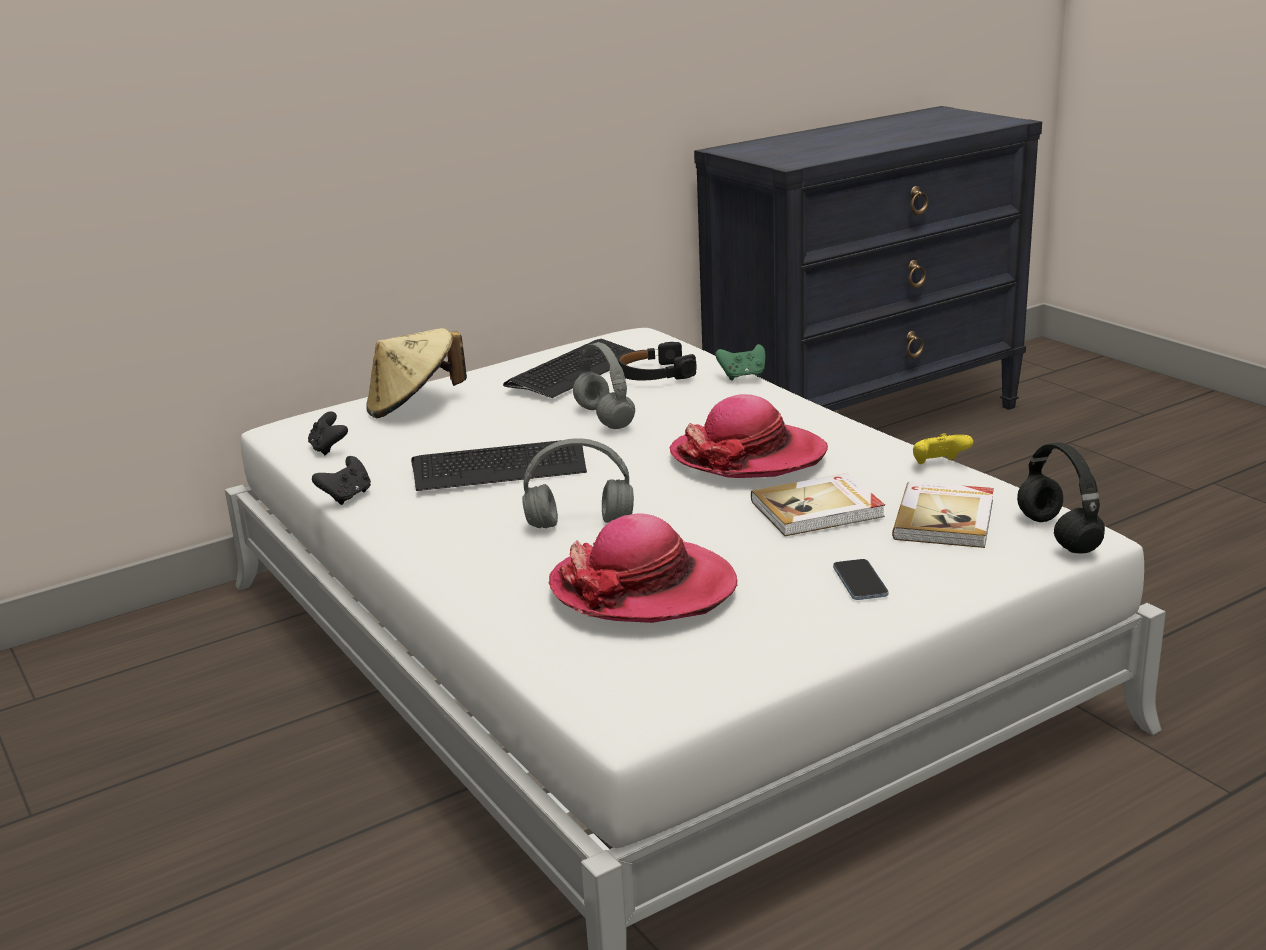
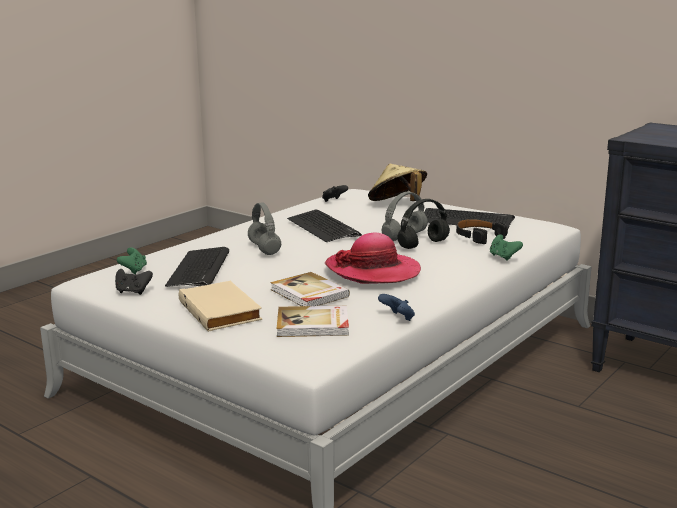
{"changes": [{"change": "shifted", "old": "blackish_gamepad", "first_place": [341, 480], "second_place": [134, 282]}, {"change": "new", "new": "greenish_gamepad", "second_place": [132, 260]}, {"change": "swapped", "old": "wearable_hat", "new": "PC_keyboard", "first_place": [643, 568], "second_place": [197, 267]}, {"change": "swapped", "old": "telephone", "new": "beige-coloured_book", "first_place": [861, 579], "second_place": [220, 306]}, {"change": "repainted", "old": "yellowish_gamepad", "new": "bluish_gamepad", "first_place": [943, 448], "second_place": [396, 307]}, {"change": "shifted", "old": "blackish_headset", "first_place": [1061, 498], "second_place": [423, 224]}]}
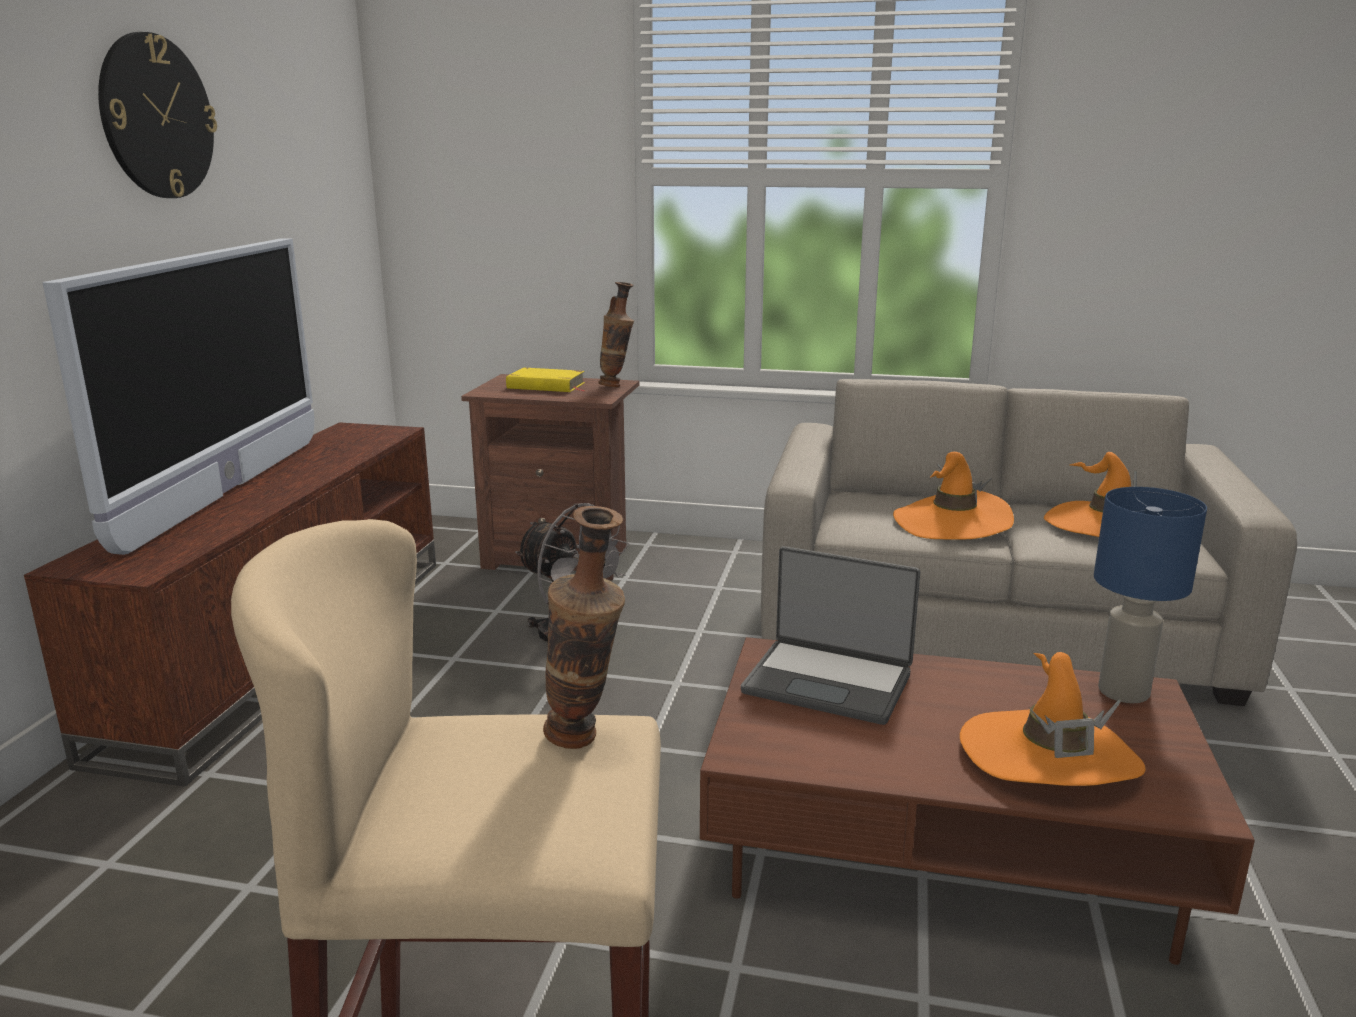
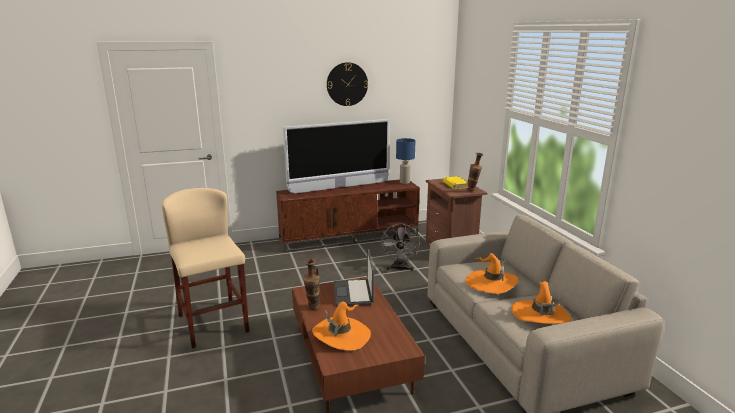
{"changes": [{"change": "shifted", "old": "flower_vase", "first_place": [584, 627], "second_place": [311, 284]}, {"change": "shifted", "old": "bluish_lamp_for_a_table", "first_place": [1150, 595], "second_place": [405, 161]}]}
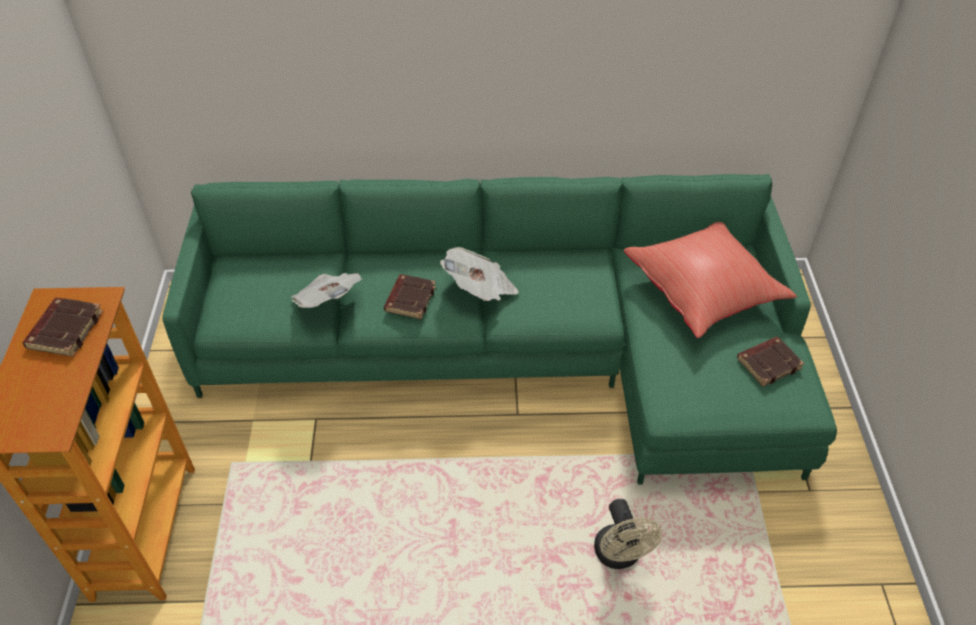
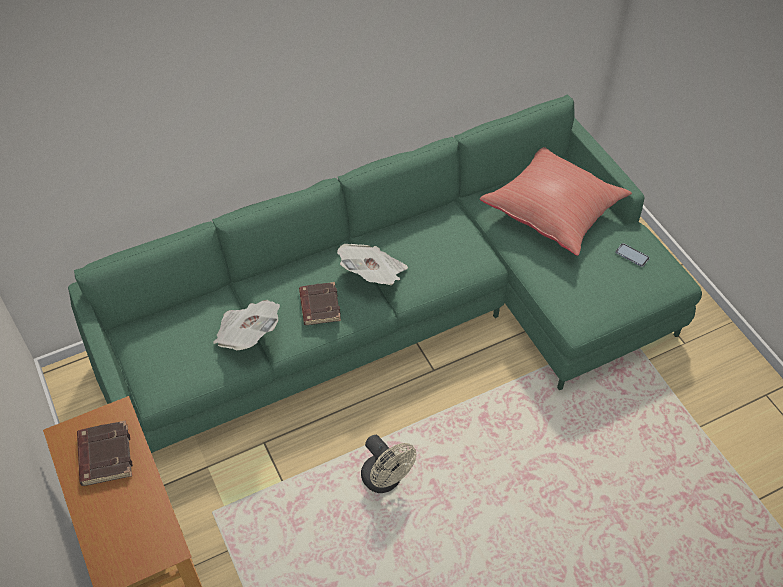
{"changes": [{"change": "shifted", "old": "beige-coloured_cooling_fan", "first_place": [628, 534], "second_place": [388, 464]}, {"change": "swapped", "old": "brown_book", "new": "telephone", "first_place": [770, 362], "second_place": [632, 255]}]}
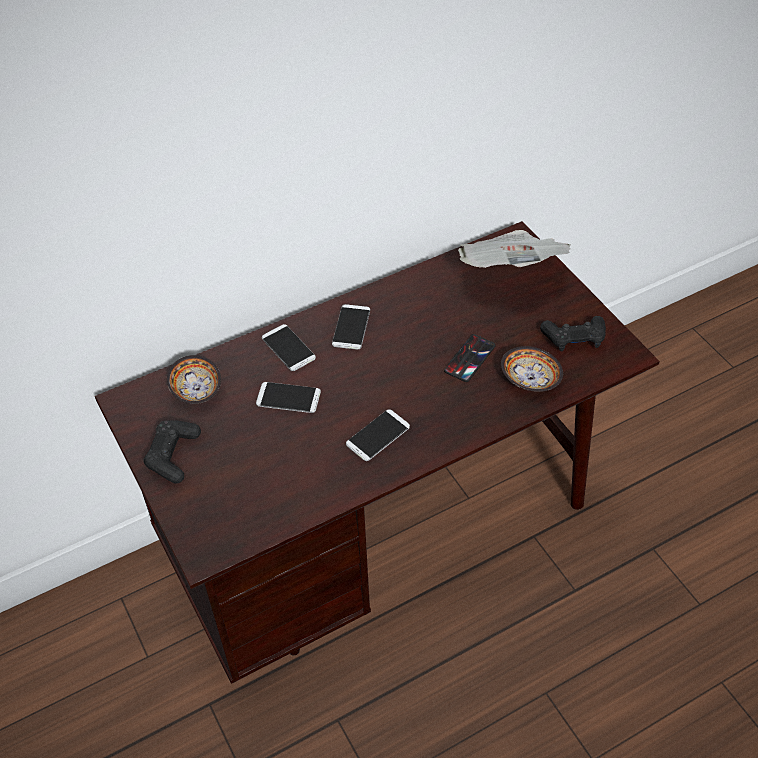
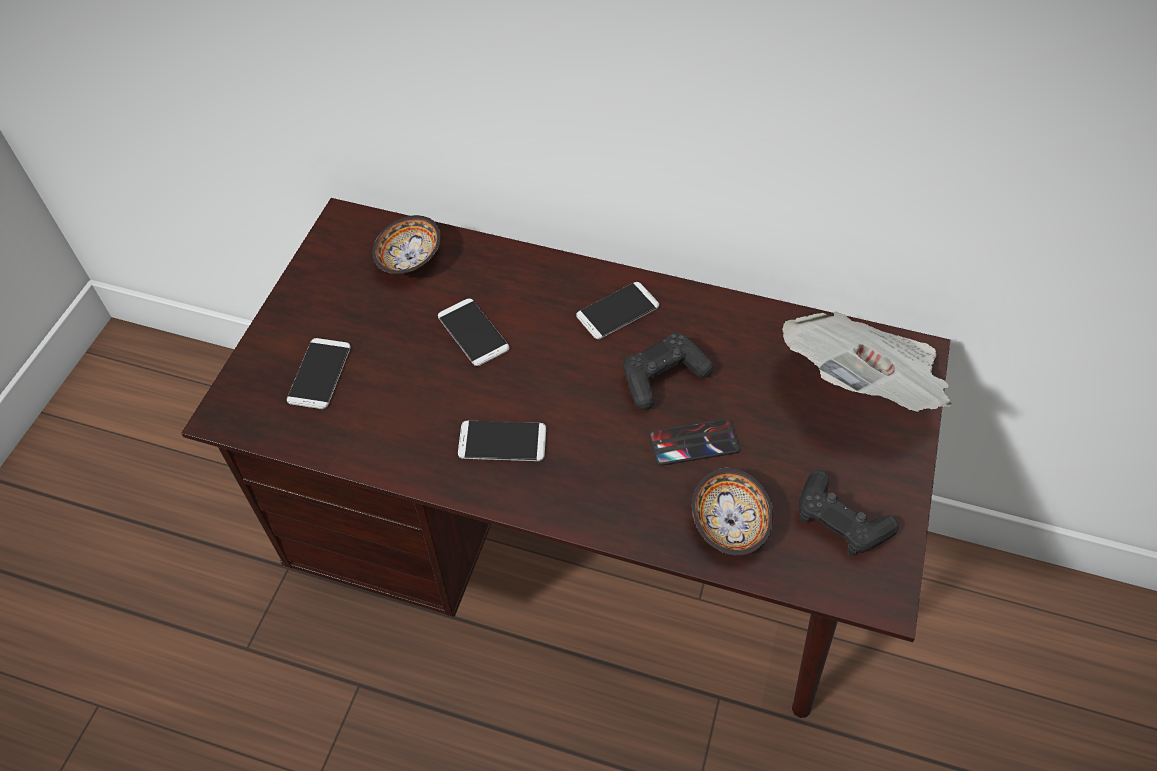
{"changes": [{"change": "shifted", "old": "telephone", "first_place": [289, 347], "second_place": [319, 373]}, {"change": "shifted", "old": "blackish_gamepad", "first_place": [172, 452], "second_place": [668, 371]}]}
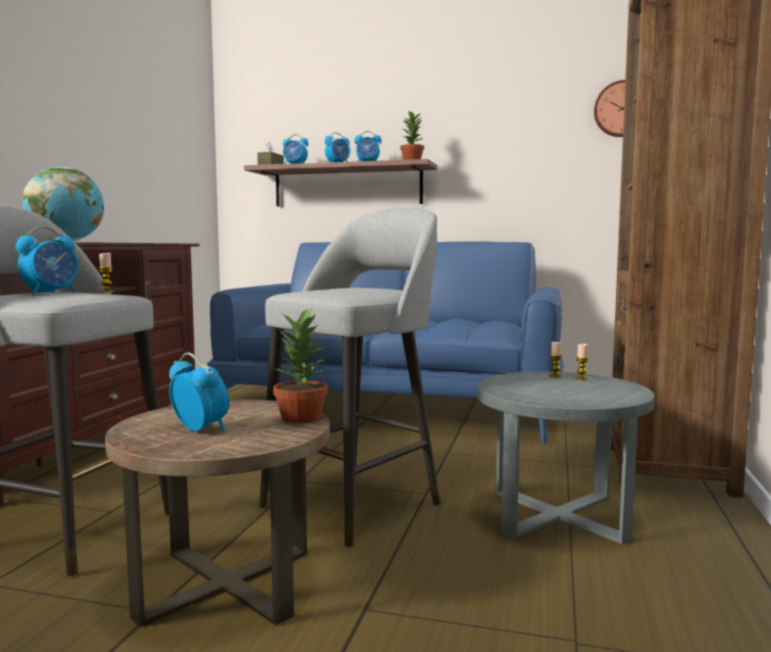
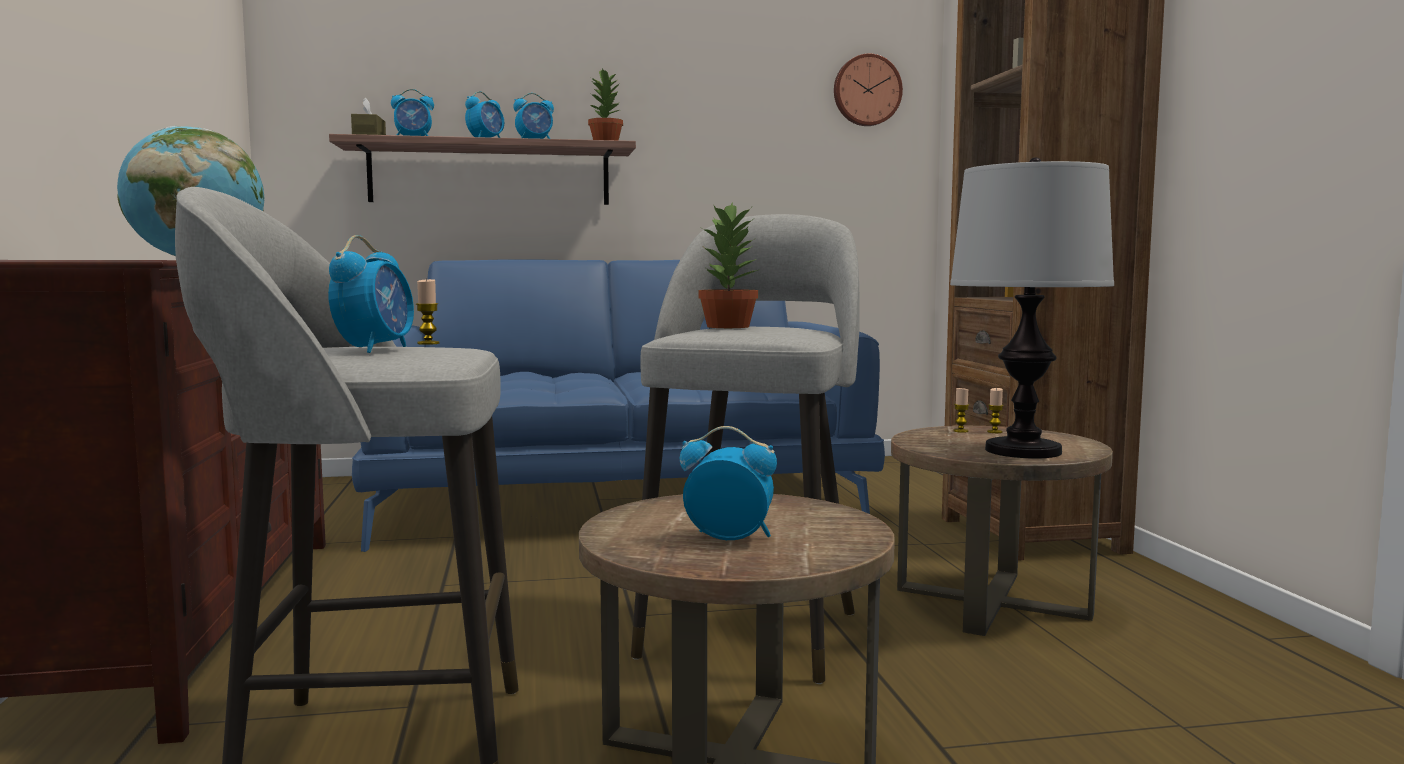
{"changes": [{"change": "shifted", "old": "potted_plant", "first_place": [300, 364], "second_place": [728, 265]}, {"change": "repainted", "old": "grey_accent_table", "new": "brown_accent_table", "first_place": [565, 458], "second_place": [1002, 531]}, {"change": "new", "new": "lamp_for_a_table", "second_place": [1032, 308]}]}
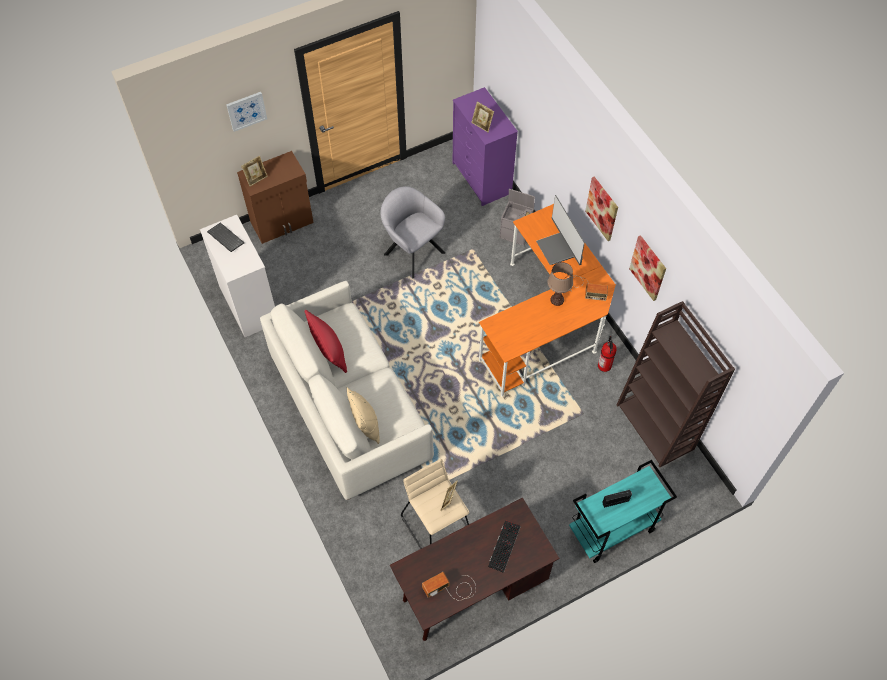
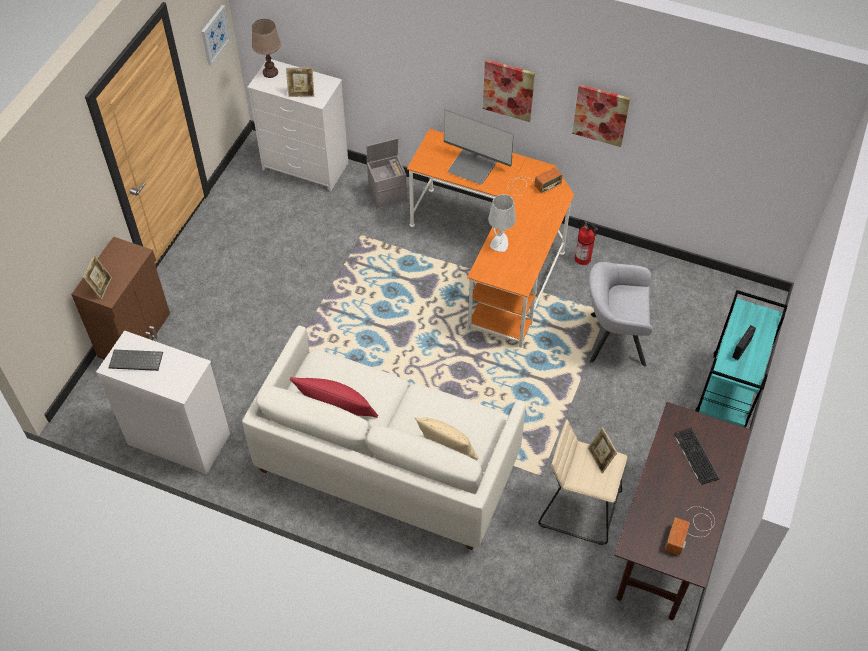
{"changes": [{"change": "shifted", "old": "picture", "first_place": [246, 112], "second_place": [216, 35]}, {"change": "repainted", "old": "purplish_dresser", "new": "white-coloured_dresser", "first_place": [485, 146], "second_place": [297, 125]}, {"change": "shifted", "old": "brown_lamp_for_a_table", "first_place": [560, 284], "second_place": [266, 48]}, {"change": "new", "new": "grey_lamp_for_a_table", "second_place": [502, 223]}, {"change": "shifted", "old": "grey_armchair", "first_place": [413, 232], "second_place": [621, 314]}, {"change": "gone", "old": "brown_shelving_unit", "first_place": [676, 384]}]}
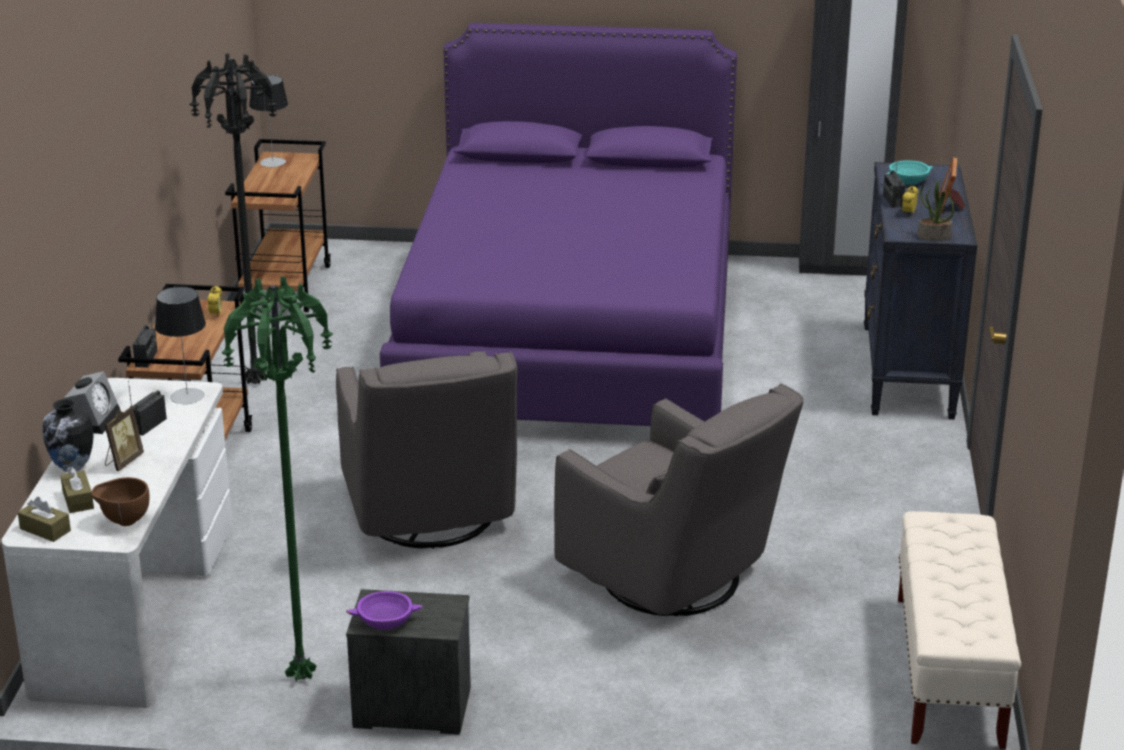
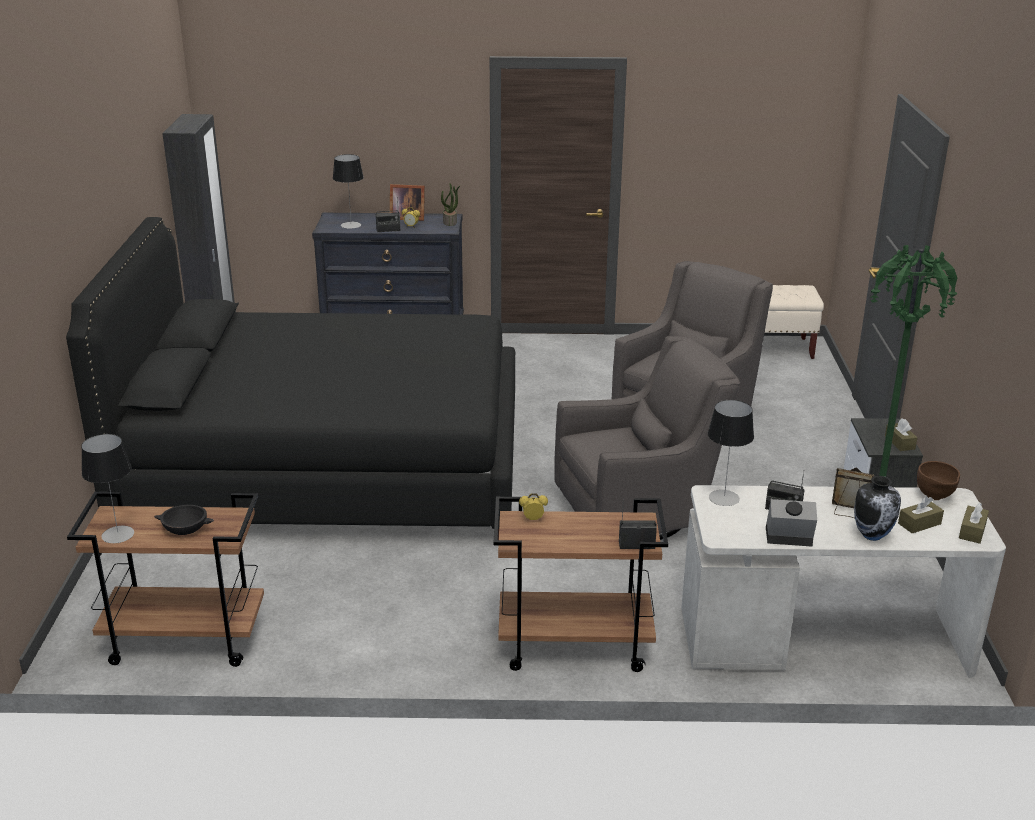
{"changes": [{"change": "repainted", "old": "purplish_bedroom_bed", "new": "blackish_bedroom_bed", "first_place": [558, 224], "second_place": [290, 378]}, {"change": "new", "new": "blackish_bowl", "second_place": [184, 520]}, {"change": "swapped", "old": "turquoise_bowl", "new": "lamp_for_a_table", "first_place": [909, 172], "second_place": [348, 191]}, {"change": "swapped", "old": "purplish_bowl", "new": "brown_tissue_holder", "first_place": [384, 610], "second_place": [901, 434]}, {"change": "gone", "old": "blackish_standing_lamp", "first_place": [233, 219]}]}
